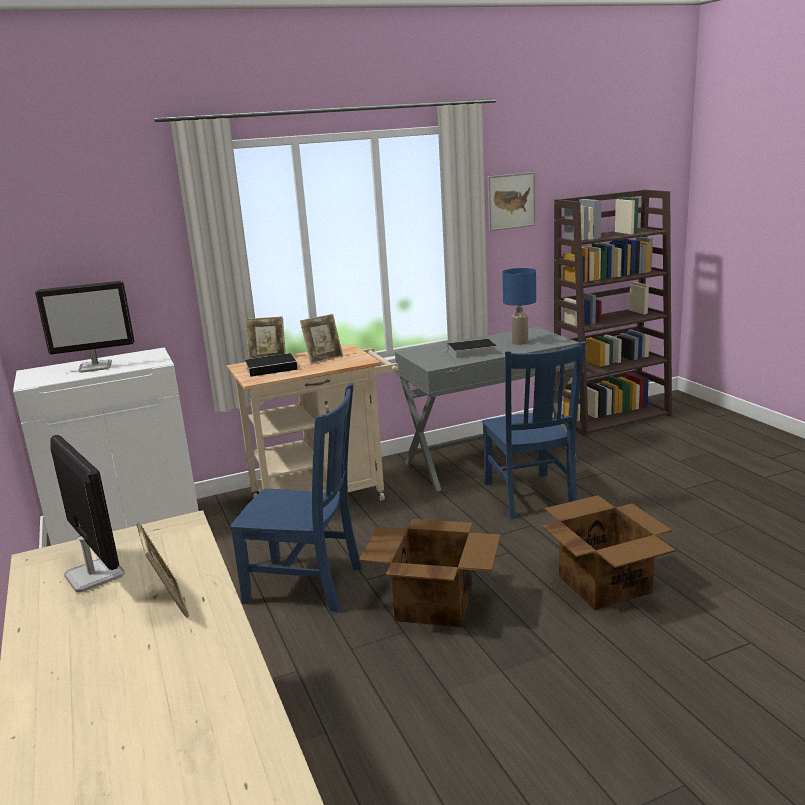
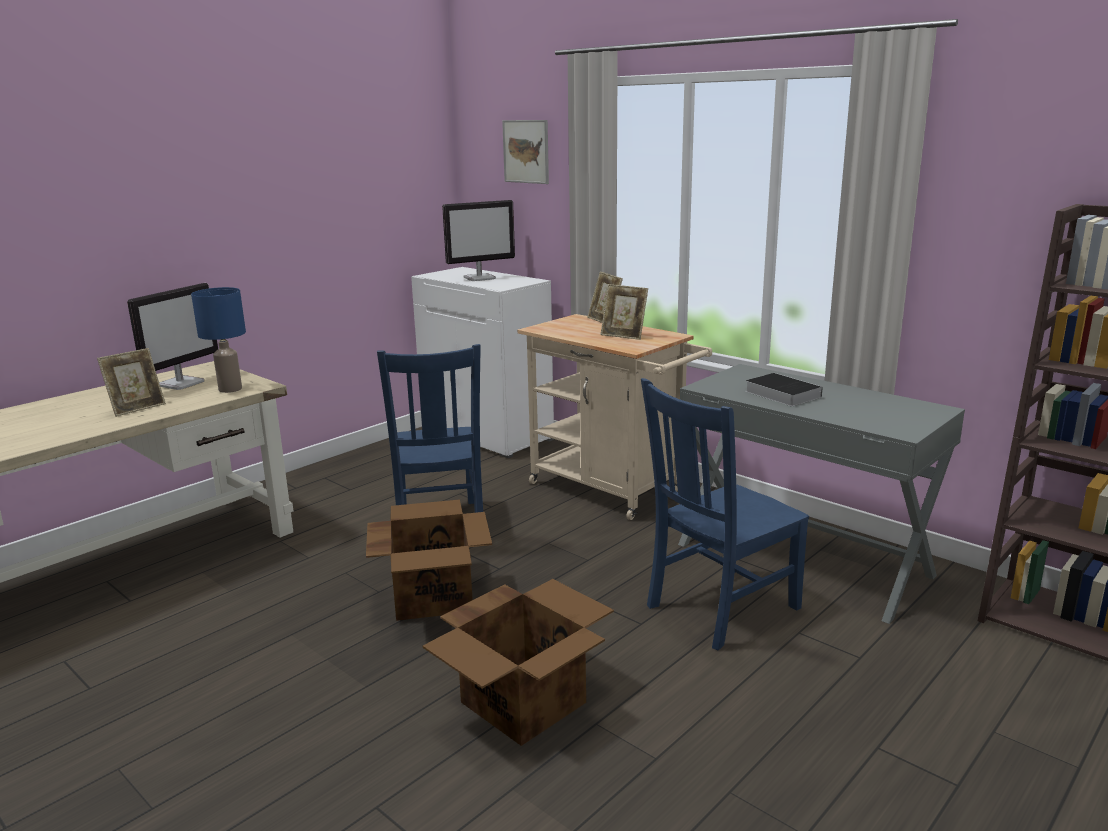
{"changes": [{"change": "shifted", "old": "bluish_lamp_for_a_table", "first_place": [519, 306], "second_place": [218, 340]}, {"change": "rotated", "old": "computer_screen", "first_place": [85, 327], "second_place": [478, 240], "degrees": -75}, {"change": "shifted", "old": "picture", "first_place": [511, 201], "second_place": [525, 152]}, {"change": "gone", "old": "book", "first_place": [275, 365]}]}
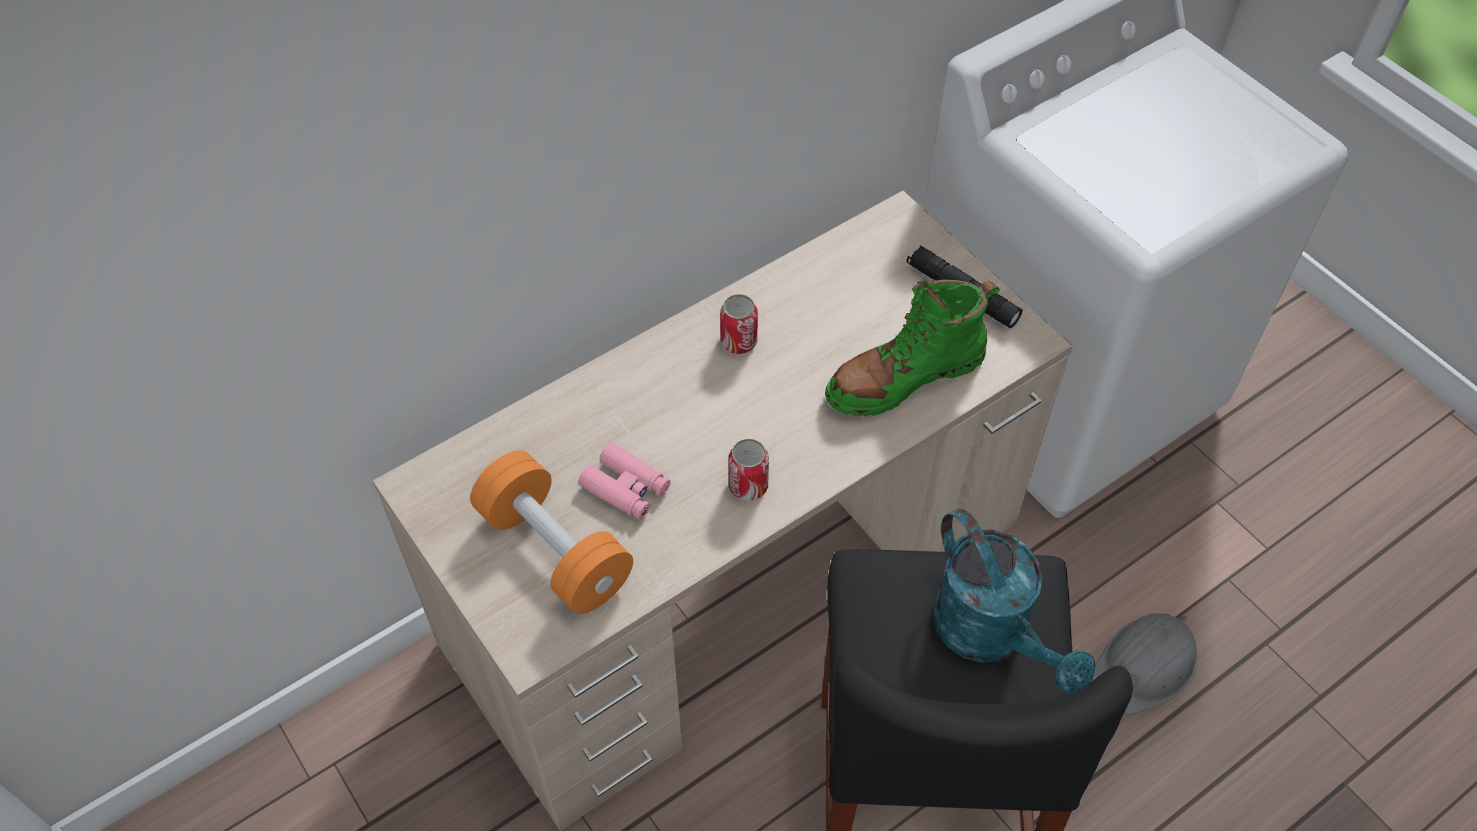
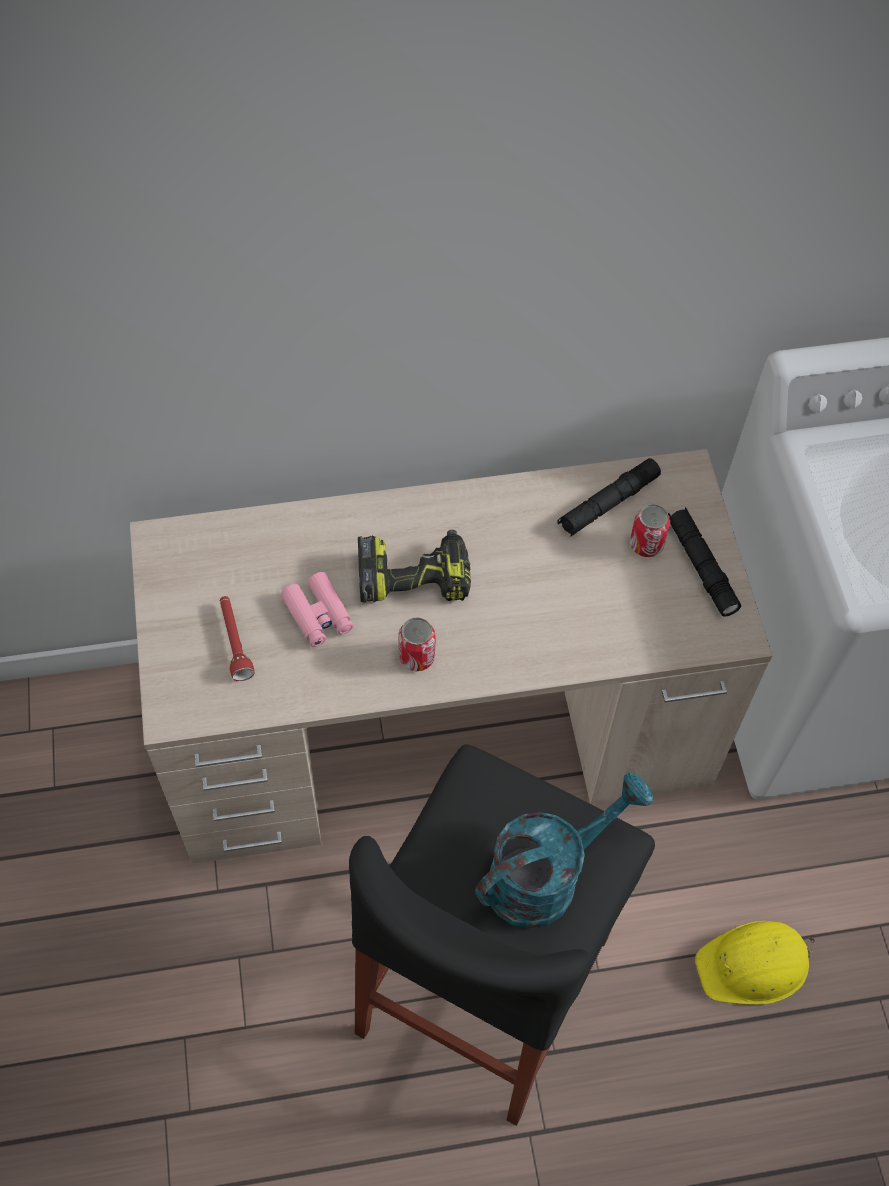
{"changes": [{"change": "swapped", "old": "orangey_free_weight", "new": "red-coloured_flashlight", "first_place": [551, 532], "second_place": [237, 638]}, {"change": "new", "new": "drill", "second_place": [414, 566]}, {"change": "rotated", "old": "turquoise_watering_pot", "first_place": [1013, 600], "second_place": [564, 850], "degrees": -120}, {"change": "new", "new": "blackish_flashlight", "second_place": [609, 497]}, {"change": "shifted", "old": "metal_can", "first_place": [739, 324], "second_place": [650, 530]}, {"change": "repainted", "old": "grey_work_helmet", "new": "yellowish_work_helmet", "first_place": [1144, 664], "second_place": [755, 963]}, {"change": "gone", "old": "greenish_high-top_boot", "first_place": [912, 348]}]}
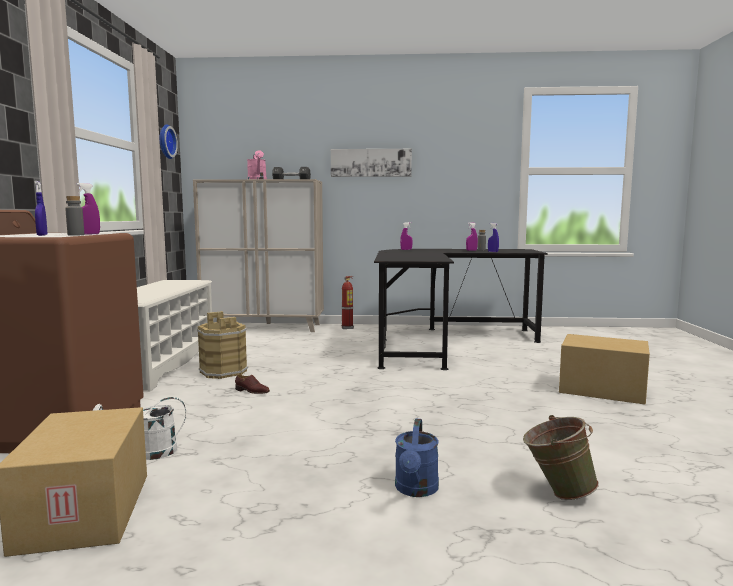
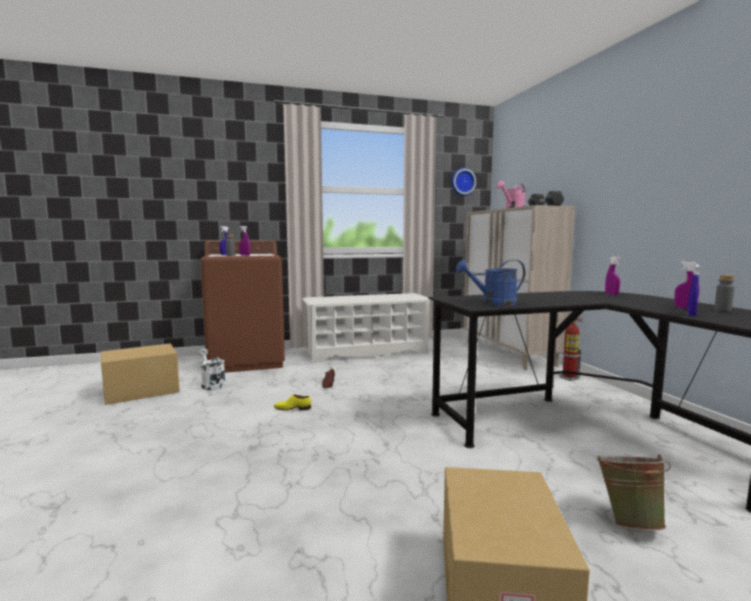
{"changes": [{"change": "new", "new": "yellowish_low_shoe", "second_place": [292, 402]}, {"change": "shifted", "old": "bluish_watering_pot", "first_place": [417, 458], "second_place": [490, 282]}, {"change": "shifted", "old": "greenish_water_bucket", "first_place": [561, 457], "second_place": [634, 493]}, {"change": "gone", "old": "brown_water_bucket", "first_place": [222, 345]}, {"change": "gone", "old": "picture", "first_place": [371, 163]}]}
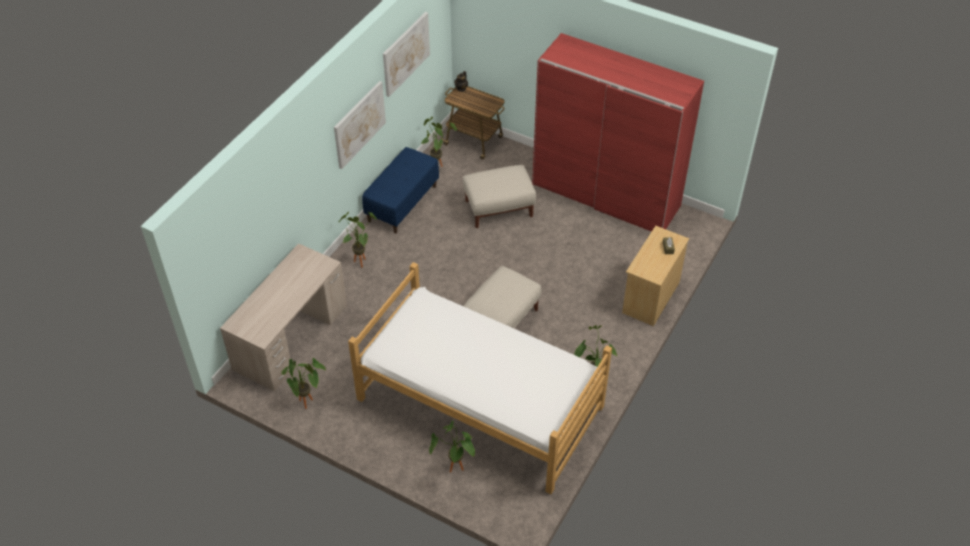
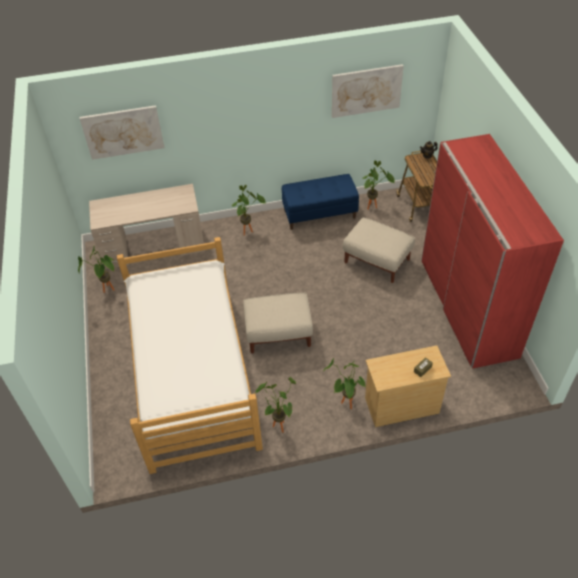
{"changes": [{"change": "shifted", "old": "picture", "first_place": [360, 125], "second_place": [122, 132]}, {"change": "shifted", "old": "potted_plant", "first_place": [452, 447], "second_place": [344, 383]}]}
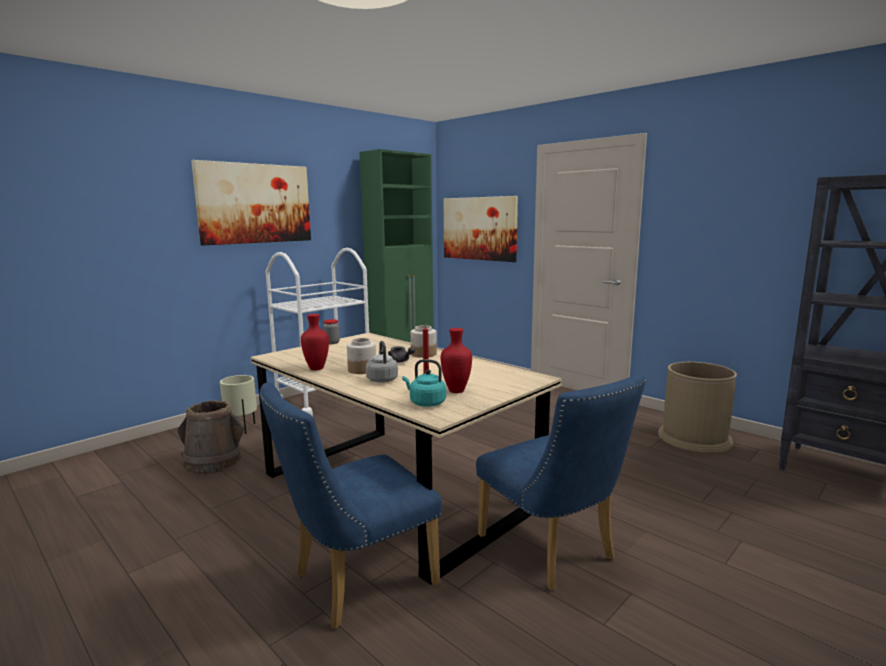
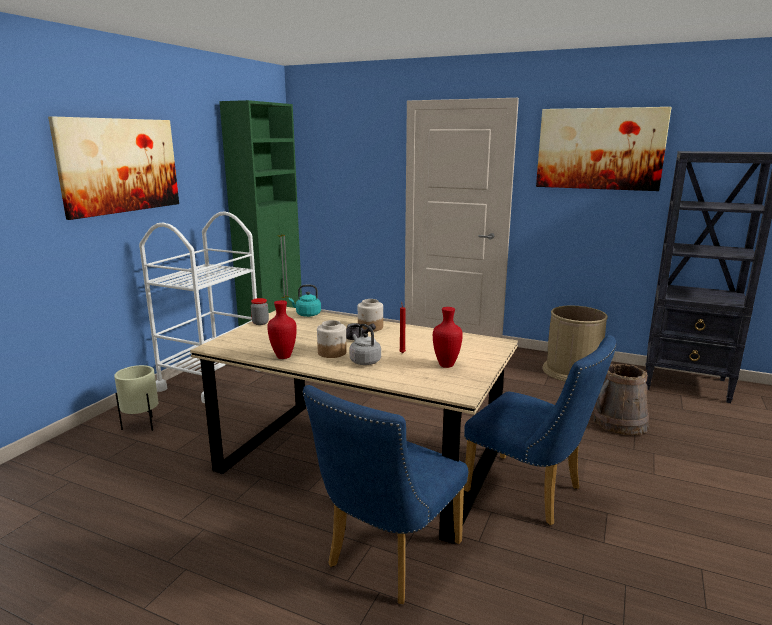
{"changes": [{"change": "shifted", "old": "turquoise_water_kettle", "first_place": [424, 383], "second_place": [305, 301]}, {"change": "shifted", "old": "picture", "first_place": [481, 229], "second_place": [603, 149]}, {"change": "shifted", "old": "brown_water_bucket", "first_place": [211, 437], "second_place": [621, 399]}]}
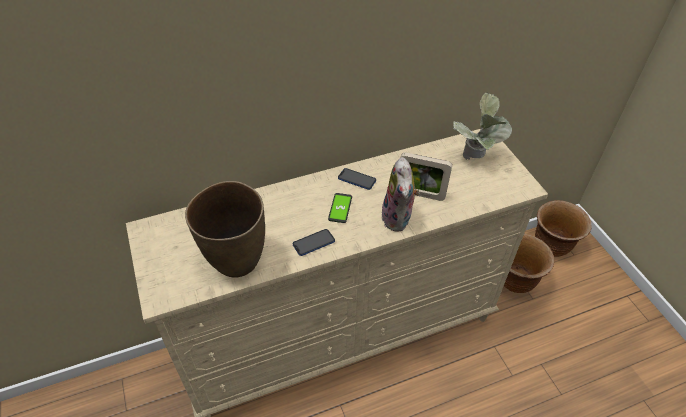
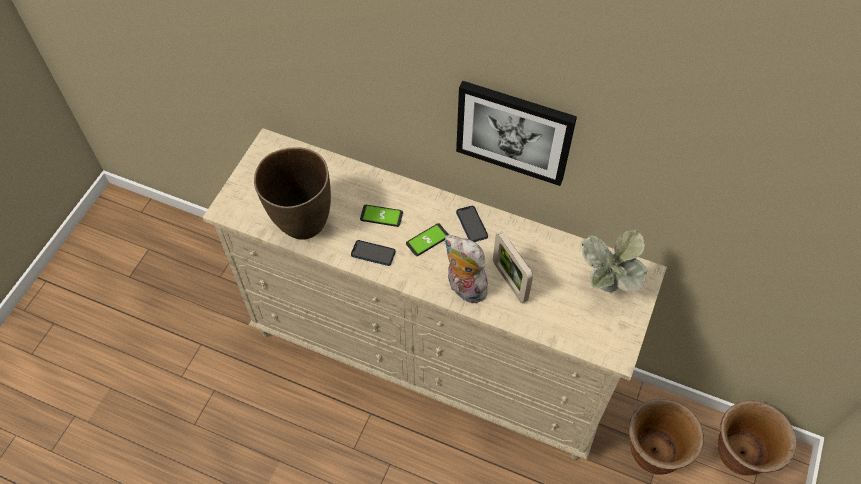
{"changes": [{"change": "new", "new": "telephone", "second_place": [381, 216]}, {"change": "rotated", "old": "cuddly_toy", "first_place": [400, 194], "second_place": [466, 269], "degrees": 90}, {"change": "new", "new": "picture", "second_place": [516, 133]}]}
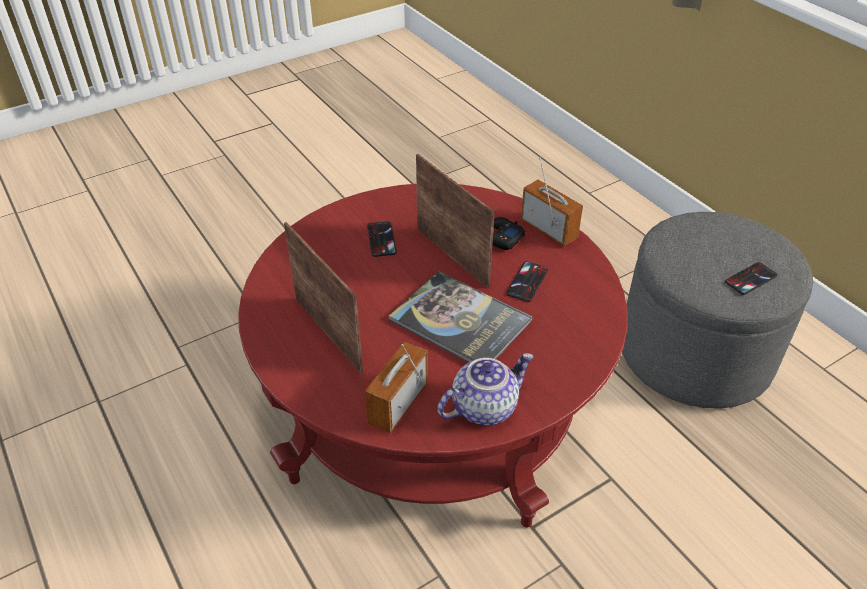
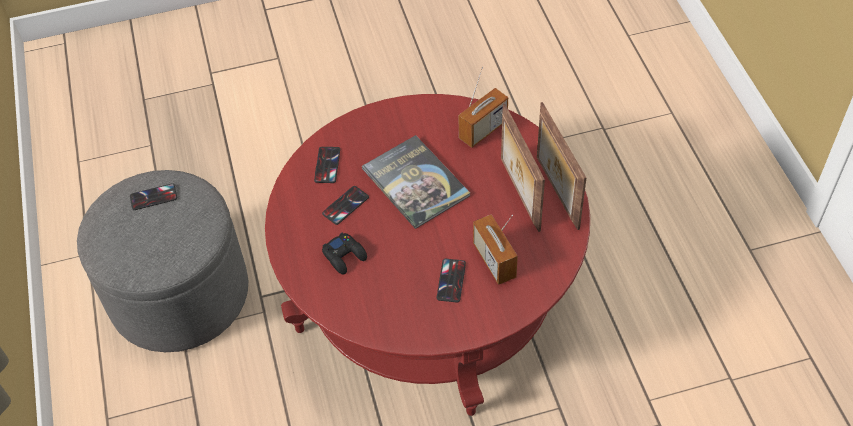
{"changes": [{"change": "new", "new": "telephone", "second_place": [327, 165]}, {"change": "shifted", "old": "radio_set", "first_place": [552, 201], "second_place": [495, 249]}, {"change": "shifted", "old": "photo_frame", "first_place": [455, 221], "second_place": [561, 166]}, {"change": "gone", "old": "teapot", "first_place": [486, 389]}]}
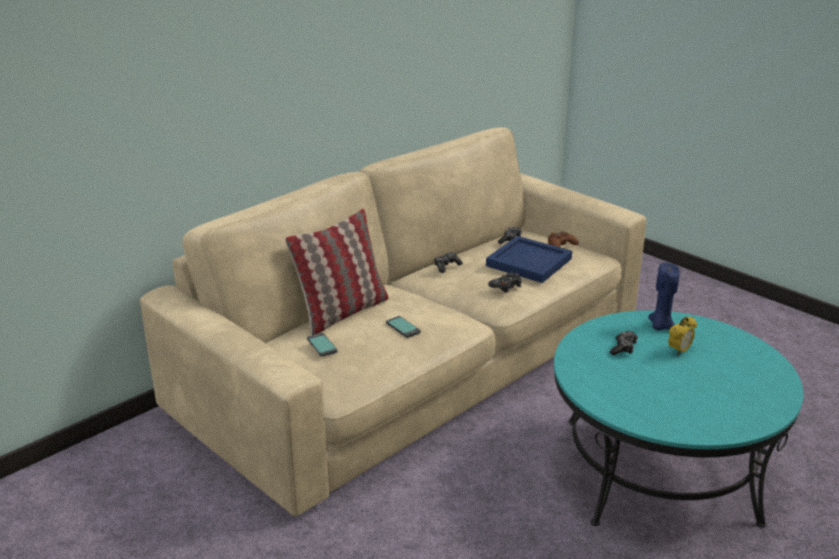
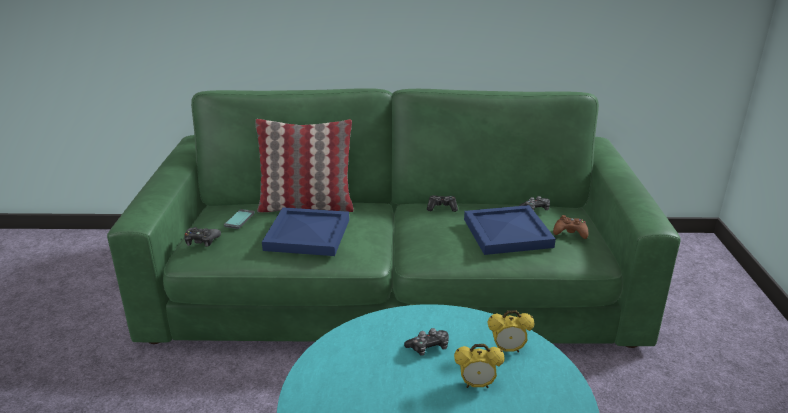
{"changes": [{"change": "repainted", "old": "beige-coloured_sofa", "new": "greenish_sofa", "first_place": [393, 321], "second_place": [394, 218]}, {"change": "shifted", "old": "blackish_gamepad", "first_place": [505, 282], "second_place": [202, 237]}, {"change": "swapped", "old": "telephone", "new": "bluish_carrying_tray", "first_place": [403, 327], "second_place": [305, 231]}, {"change": "swapped", "old": "bluish_wax_light", "new": "alarm_clock", "first_place": [664, 296], "second_place": [511, 331]}]}
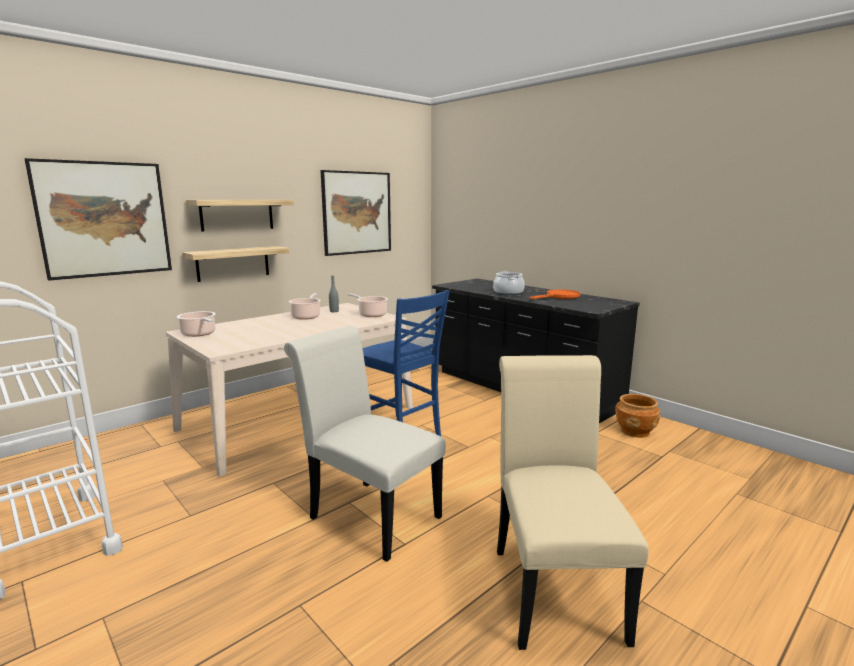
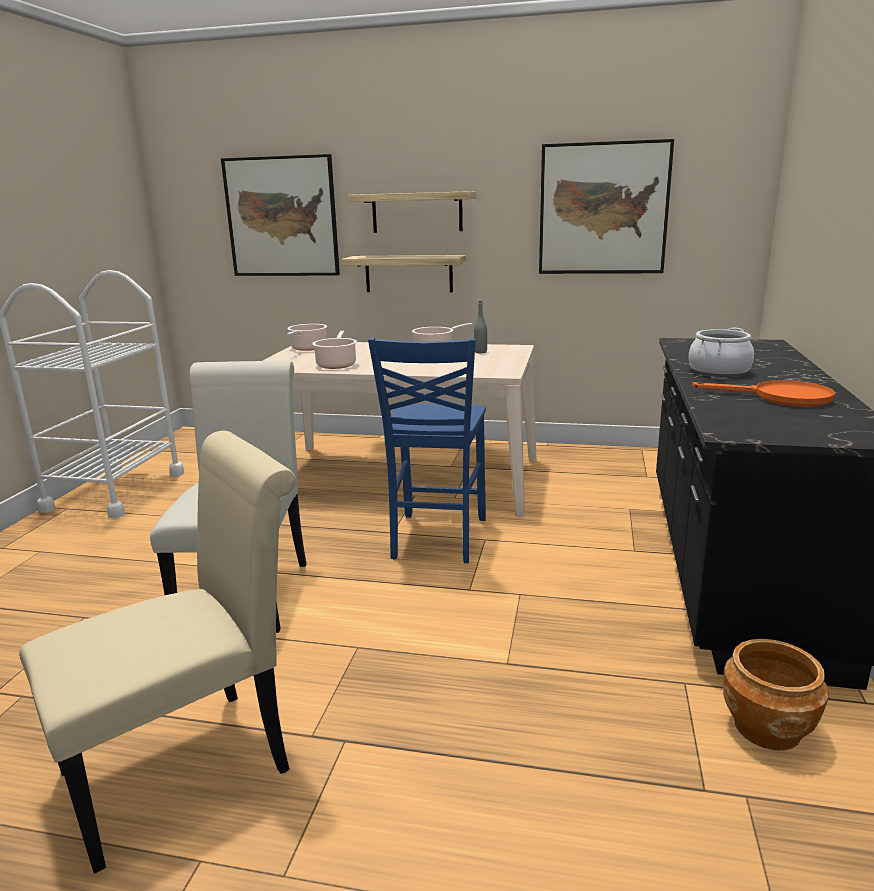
{"changes": [{"change": "shifted", "old": "cooking_pot", "first_place": [367, 305], "second_place": [334, 350]}]}
